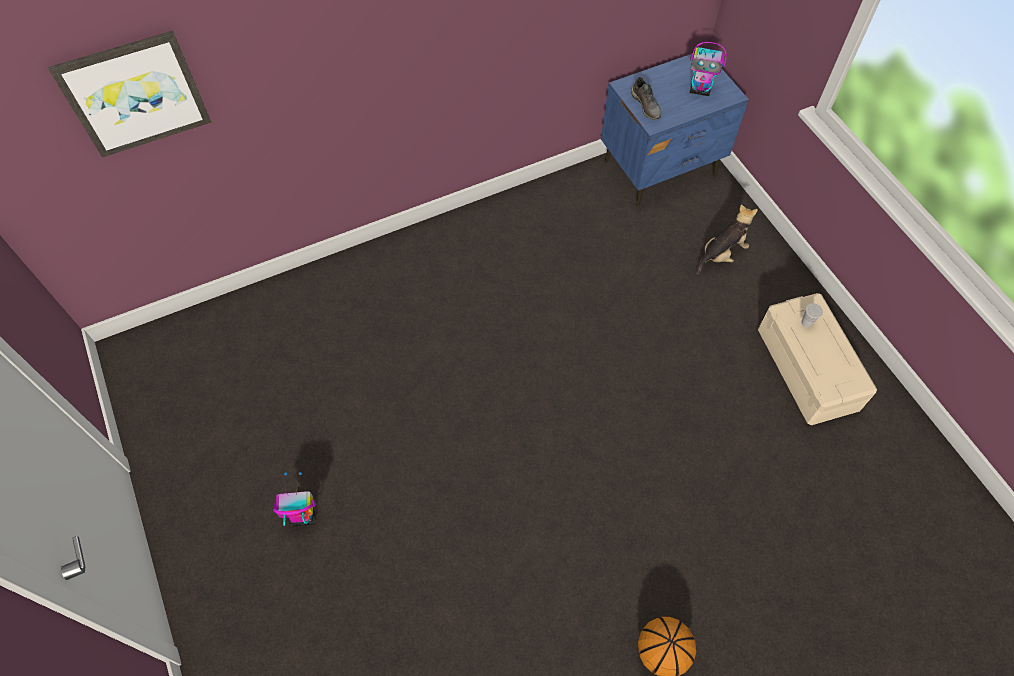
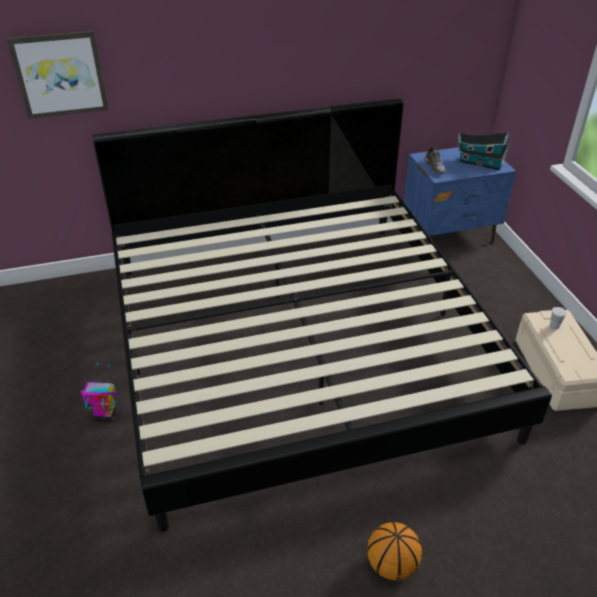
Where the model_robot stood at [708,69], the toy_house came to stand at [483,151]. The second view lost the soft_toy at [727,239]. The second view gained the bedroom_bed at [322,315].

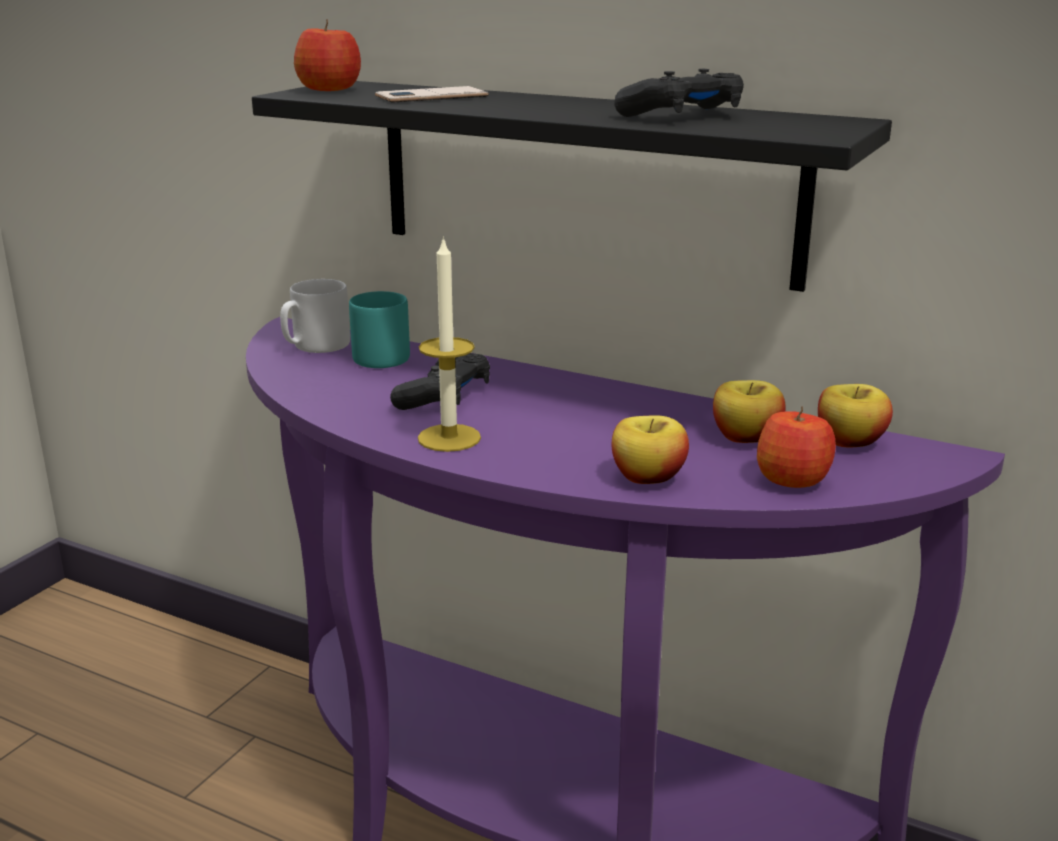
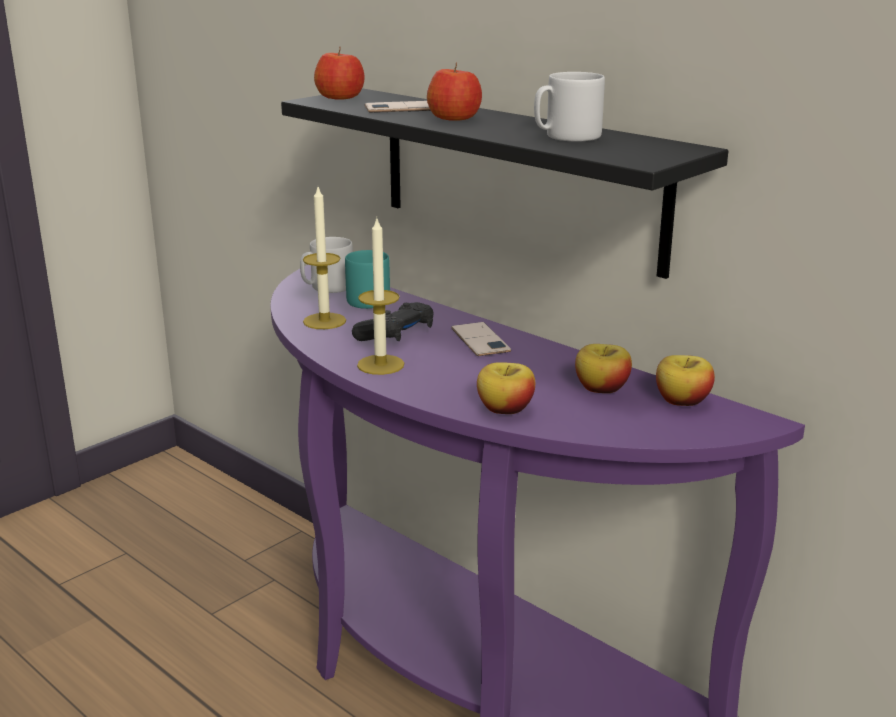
Where the black_joypad stood at [679,93], the gray_tea_mug came to stand at [569,107]. The whole_apple ended up elsewhere, having gone from [796,447] to [454,91]. The second view gained the wax_candle at [324,258]. The second view gained the phone at [481,339].

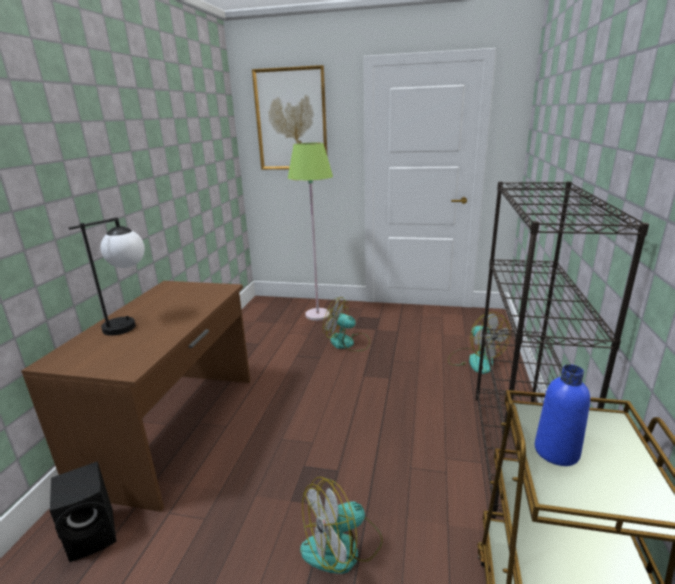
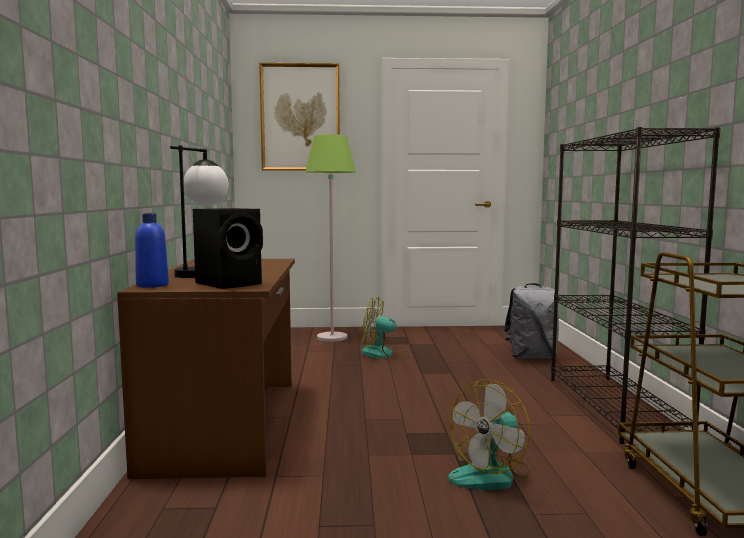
Where the electric_fan stood at [479,343], the gray_rucksack came to stand at [532,321]. The blue_beverage_bottle ended up elsewhere, having gone from [562,415] to [152,250]. The black_speaker ended up elsewhere, having gone from [83,511] to [228,248].

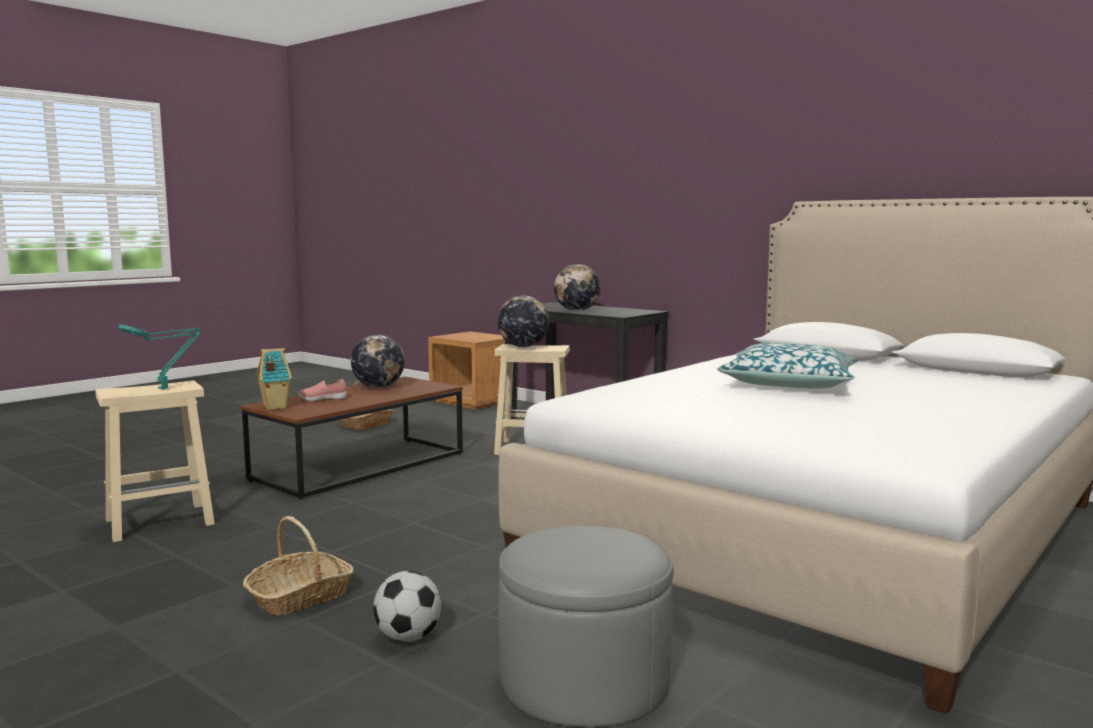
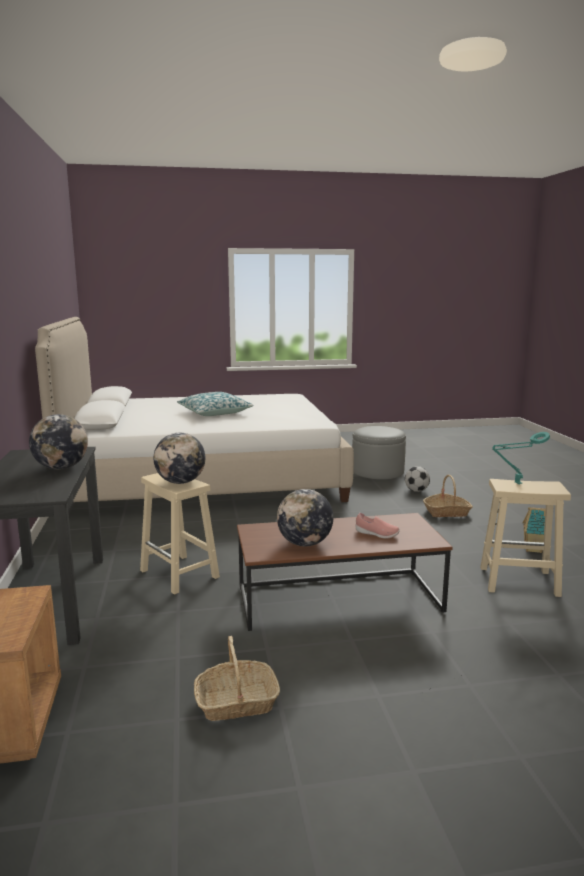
The toy_house ended up elsewhere, having gone from [274,379] to [534,530].

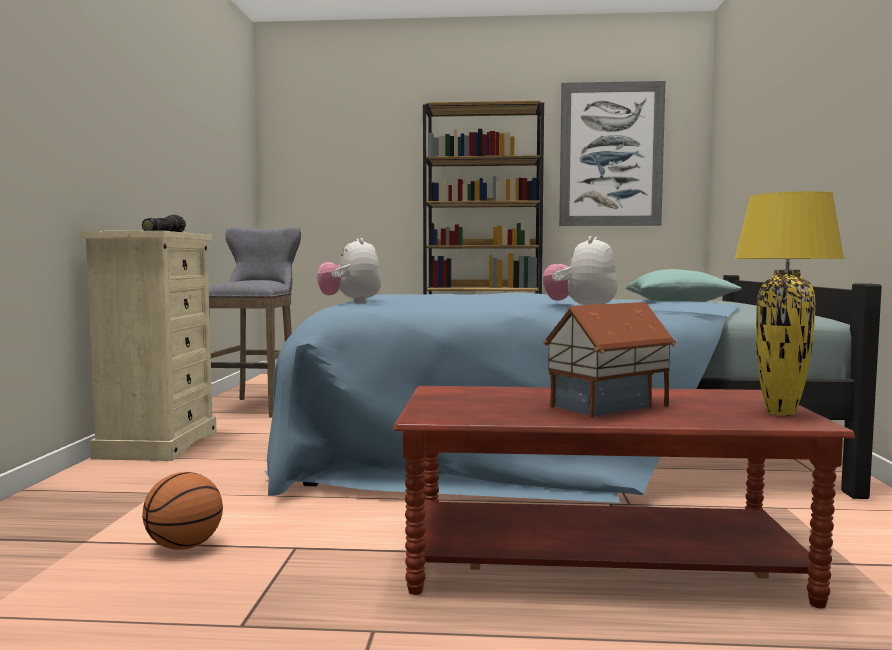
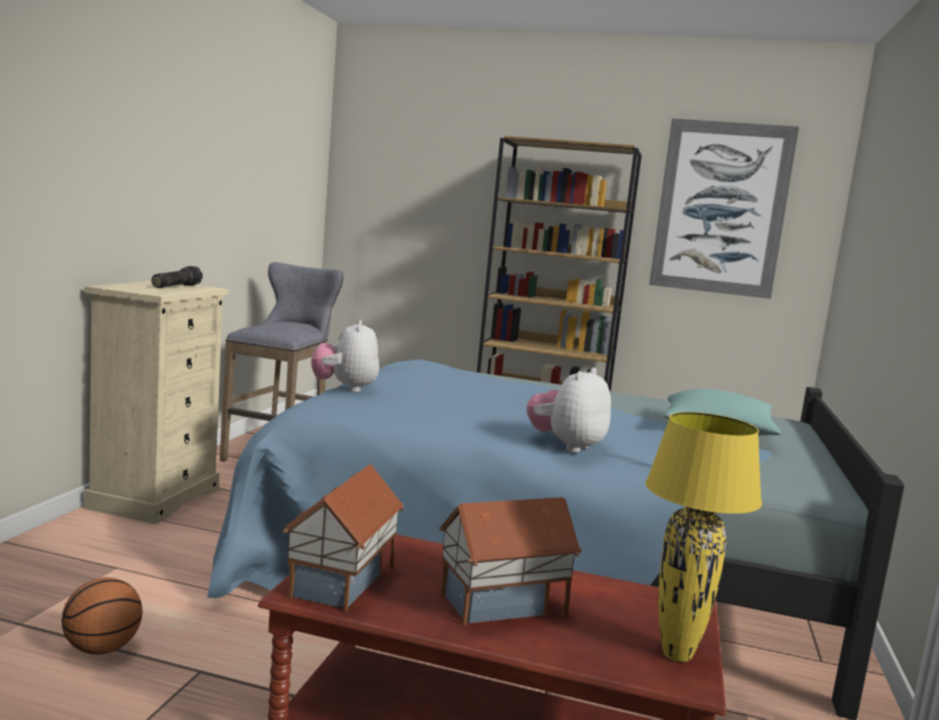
The second view gained the toy_house at [343,538].

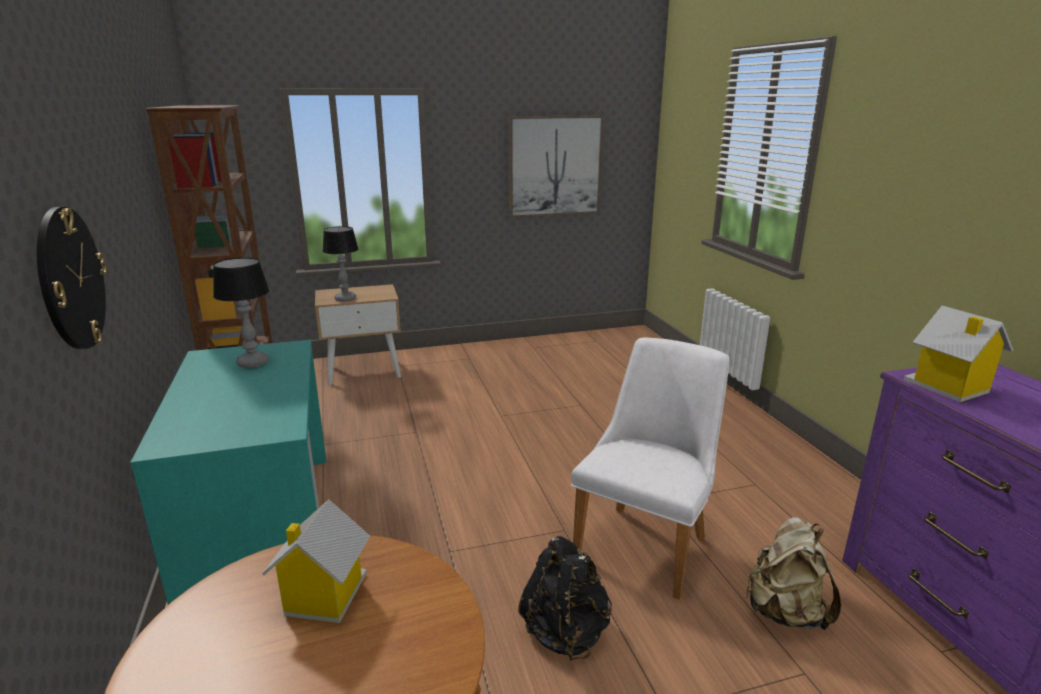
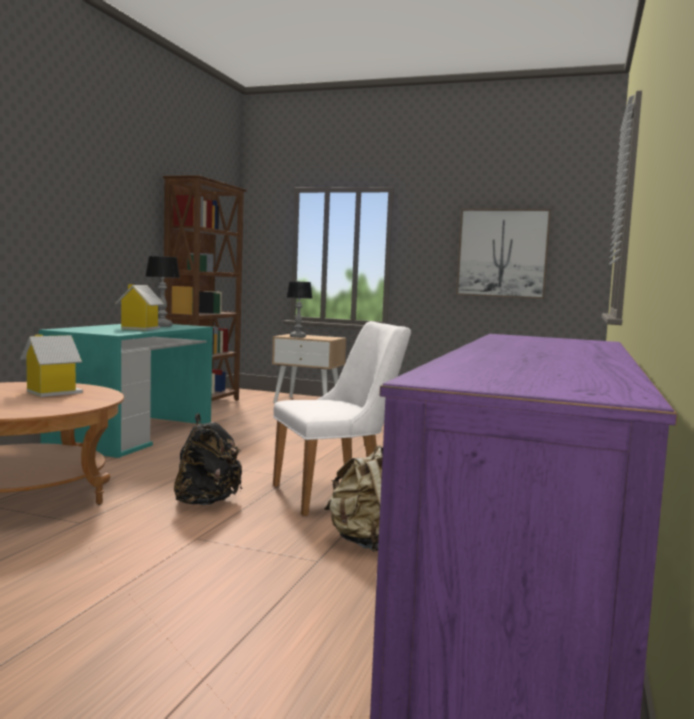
The second view lost the wall_clock at [72,278]. The toy_house ended up elsewhere, having gone from [958,354] to [139,307].

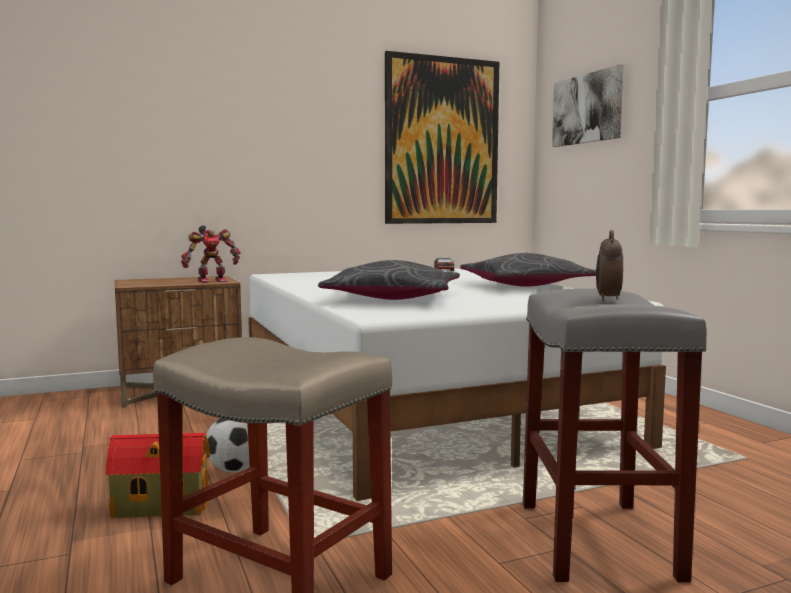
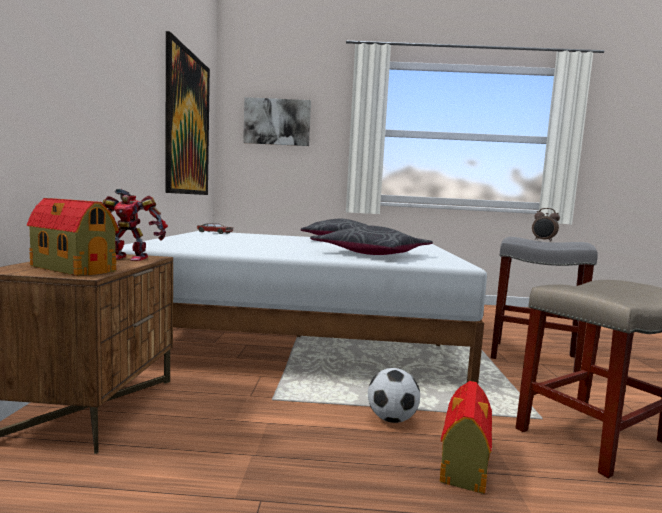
The model_robot at [211,254] ended up facing another way, 90 degrees clockwise from before. The second view gained the toy_house at [73,237].

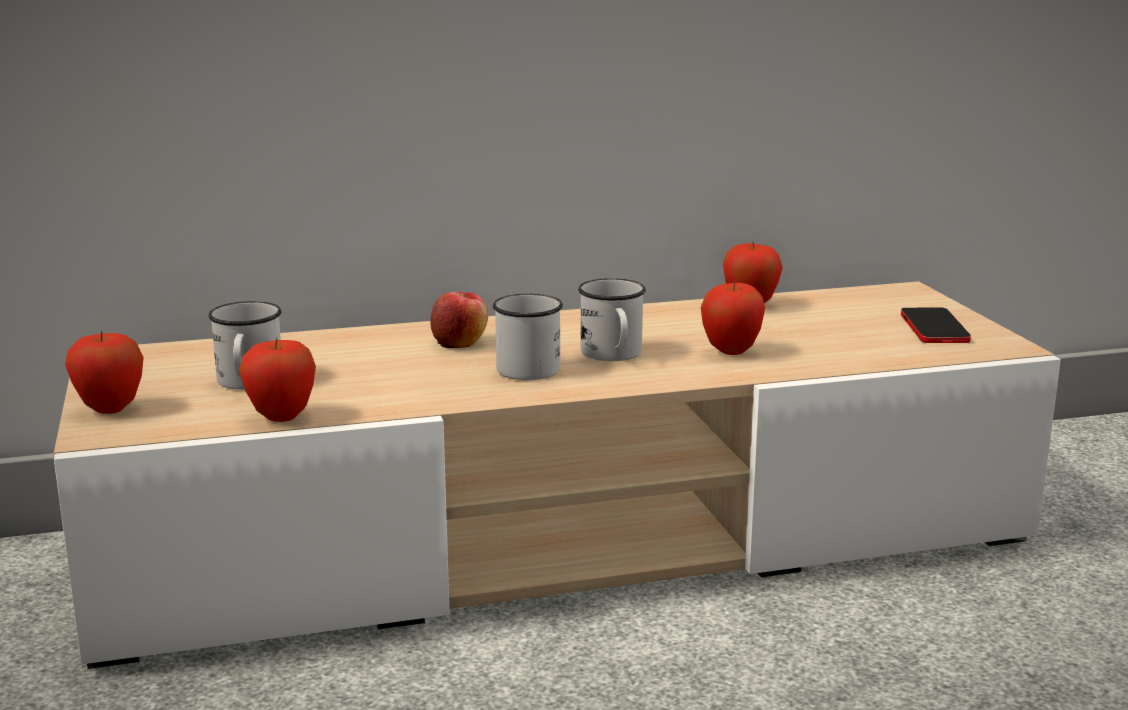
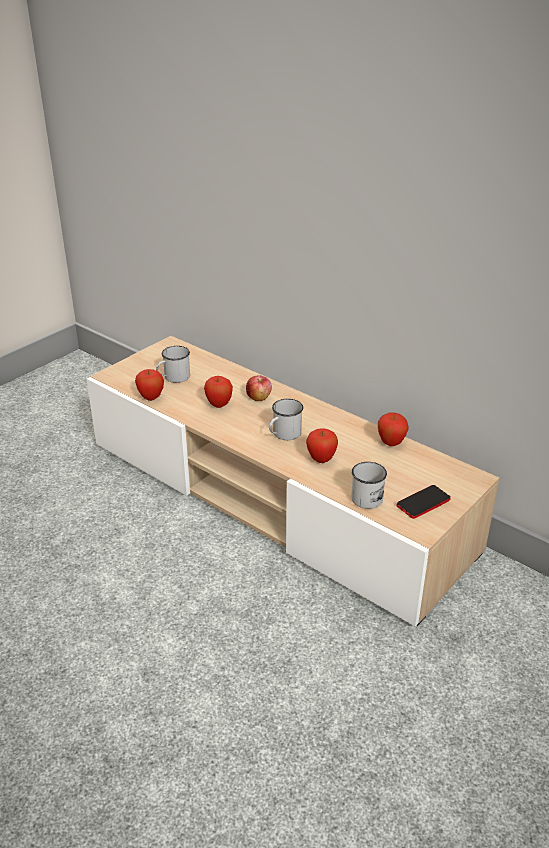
The white-coloured_tea_mug ended up elsewhere, having gone from [528,337] to [369,485]. The whole_apple ended up elsewhere, having gone from [104,372] to [218,392].

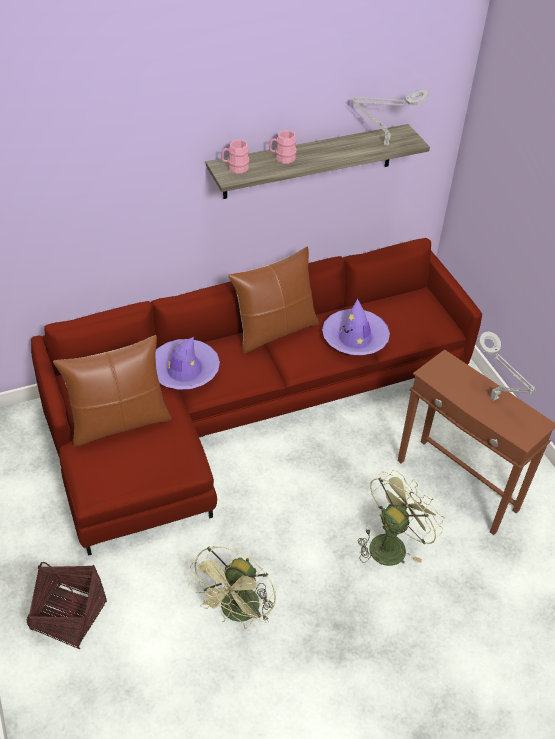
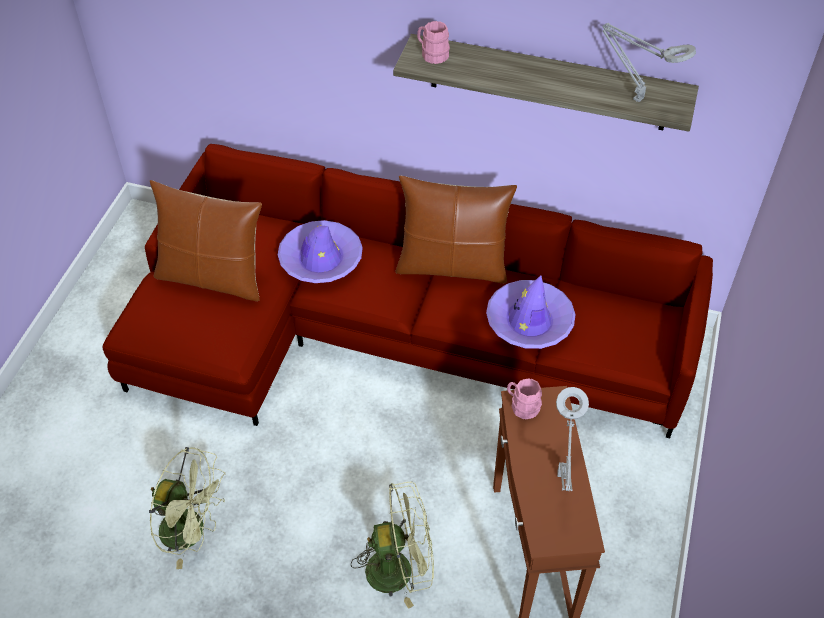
The pink-coloured_tea_mug ended up elsewhere, having gone from [283,147] to [524,399]. The greenish_electric_fan at [232,587] ended up facing another way, 135 degrees counterclockwise from before. The second view lost the household_basket at [67,605].

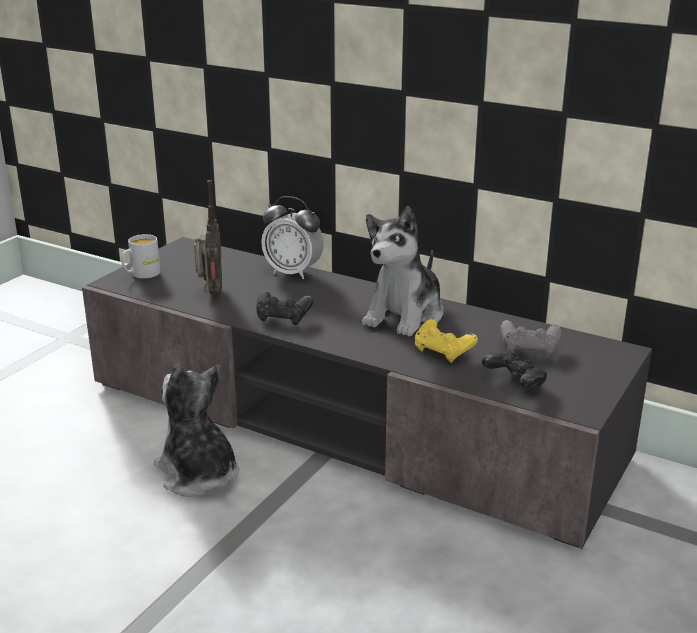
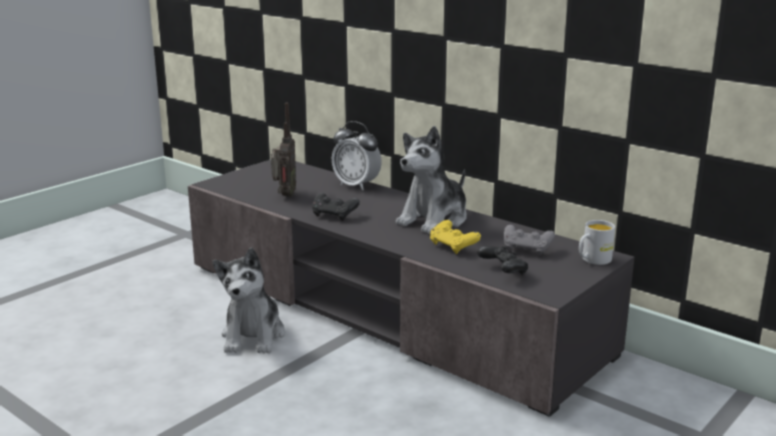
The white-coloured_tea_mug ended up elsewhere, having gone from [140,256] to [597,242]. The soft_toy at [196,430] ended up facing another way, 150 degrees counterclockwise from before.

